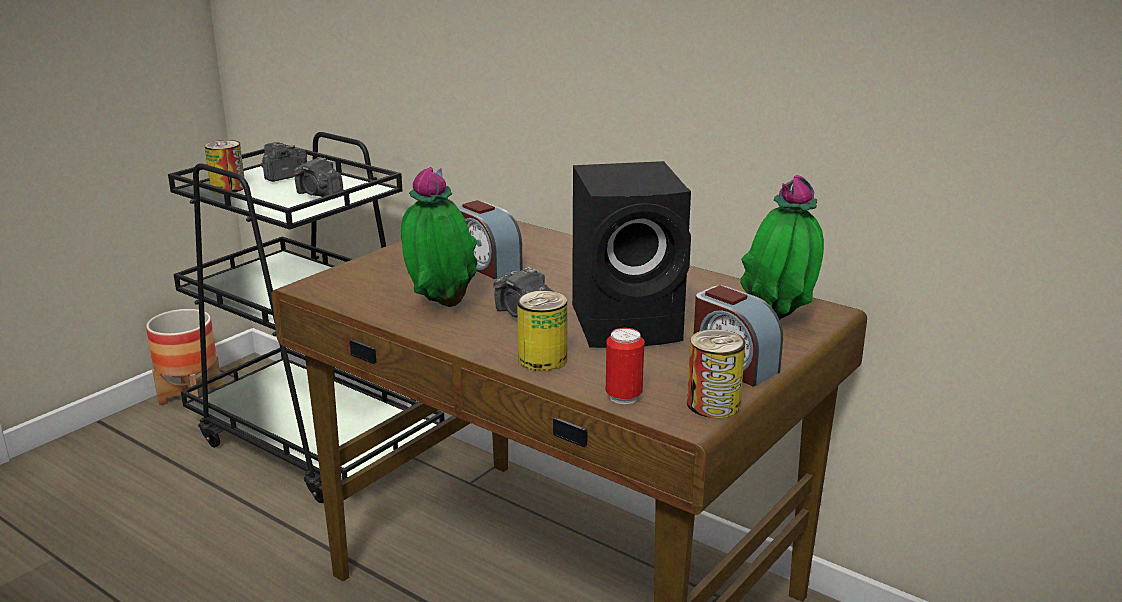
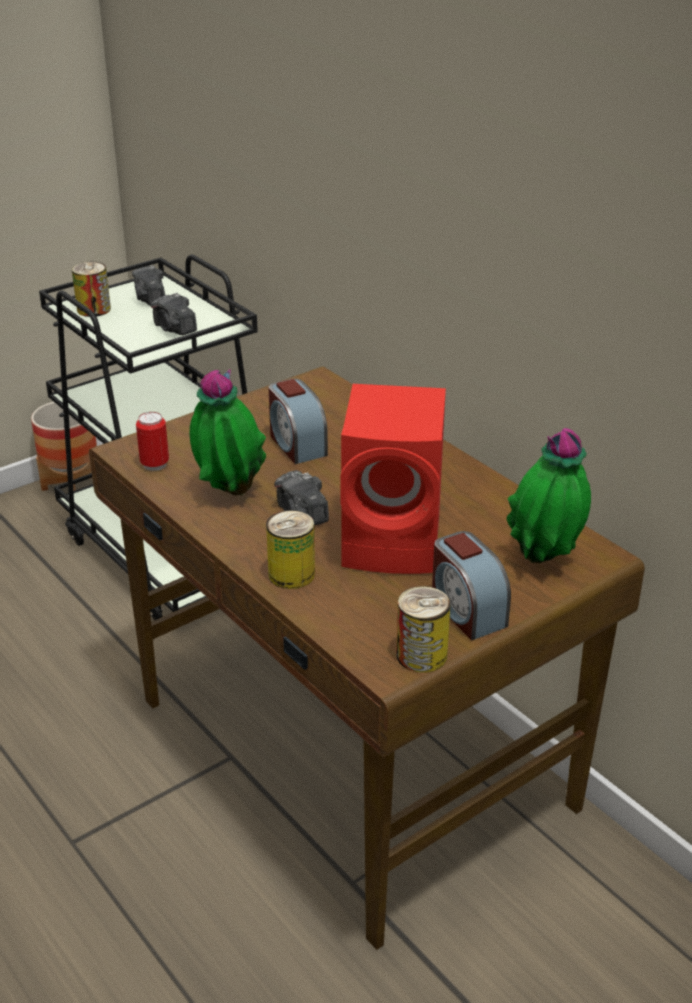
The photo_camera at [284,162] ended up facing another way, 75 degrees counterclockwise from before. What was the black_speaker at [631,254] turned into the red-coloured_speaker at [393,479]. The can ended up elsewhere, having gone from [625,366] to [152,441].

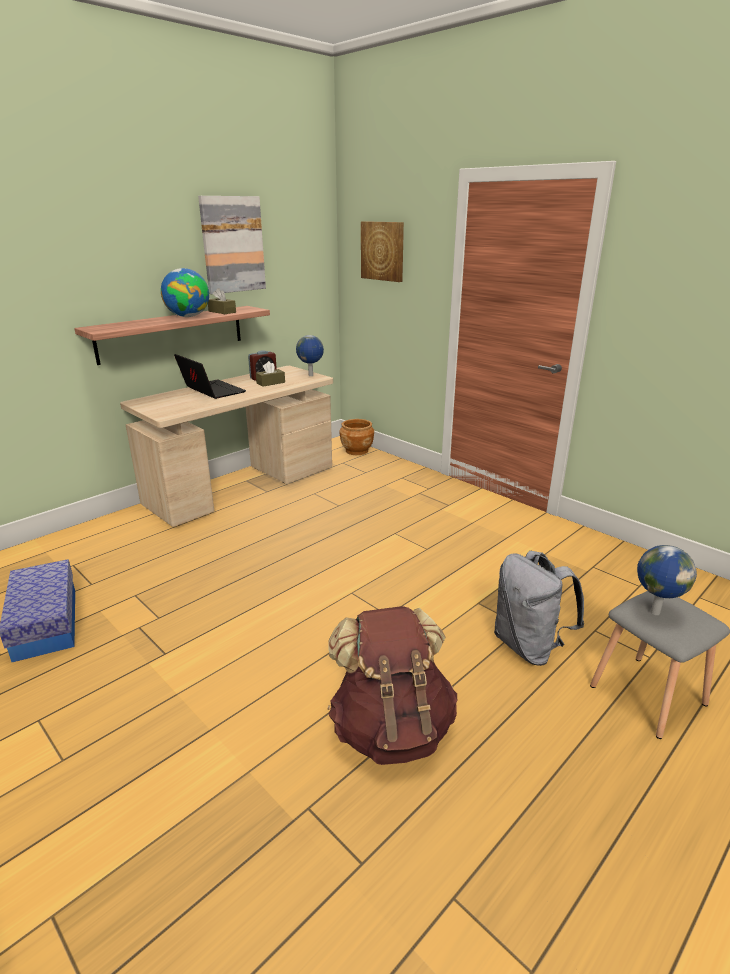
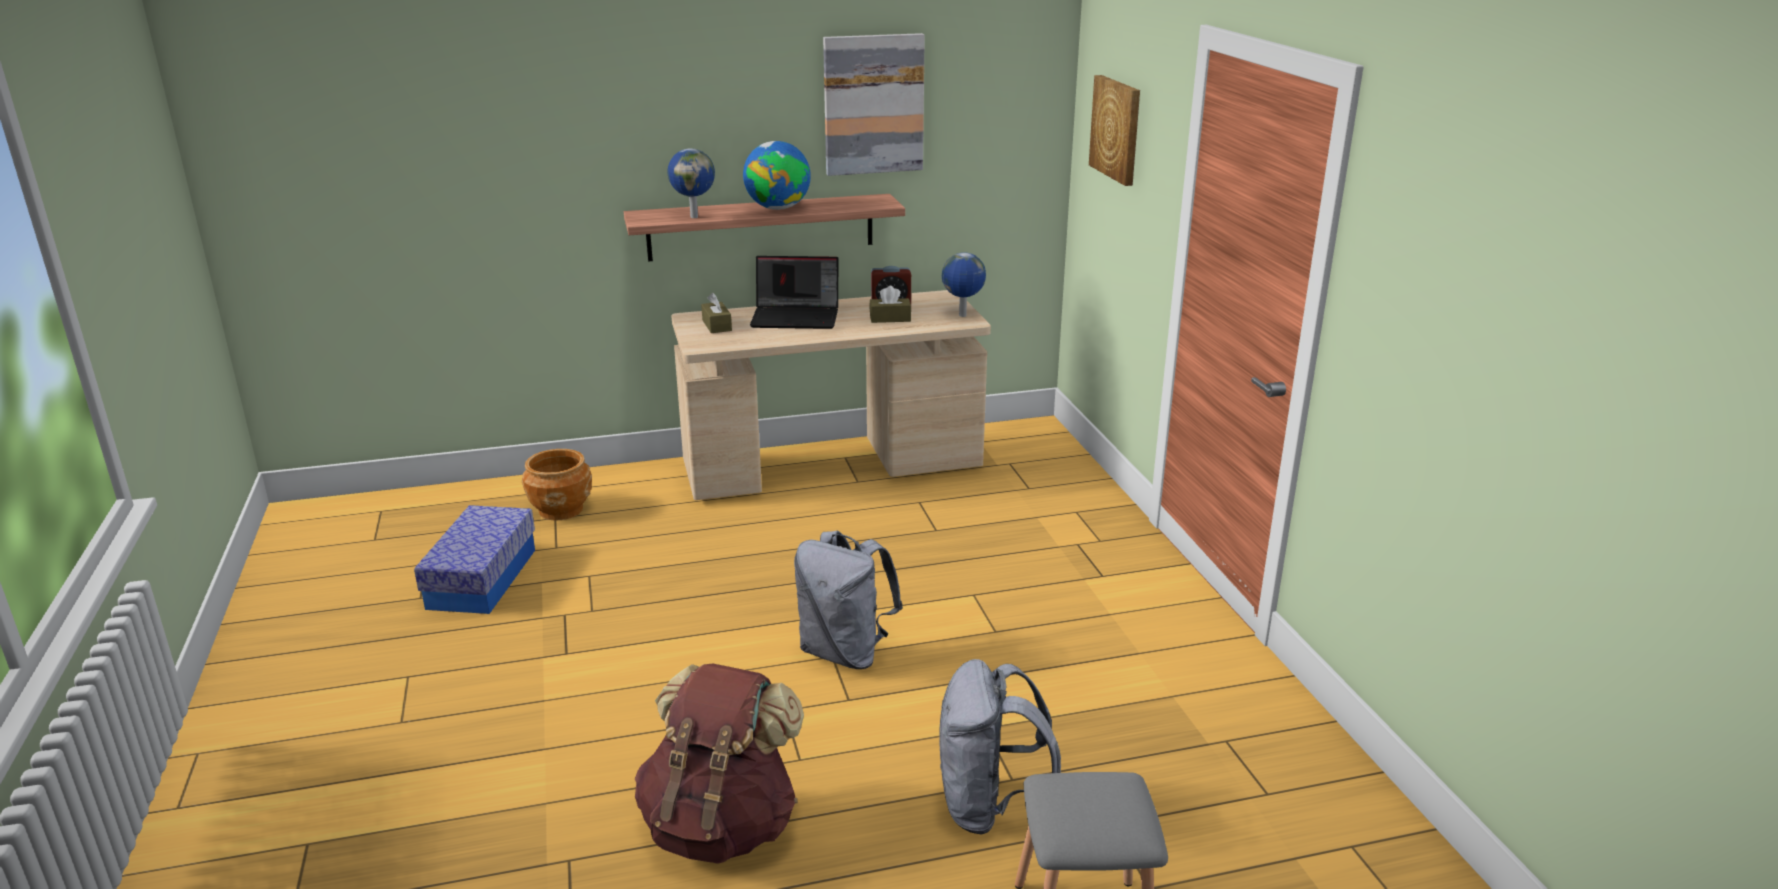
The brown_tissue_holder ended up elsewhere, having gone from [222,301] to [716,313]. The portable_computer at [210,376] ended up facing another way, 105 degrees clockwise from before. The brown_plant_pot ended up elsewhere, having gone from [356,437] to [557,484]. The globe ended up elsewhere, having gone from [667,580] to [691,183]. The second view gained the gray_rucksack at [848,600].

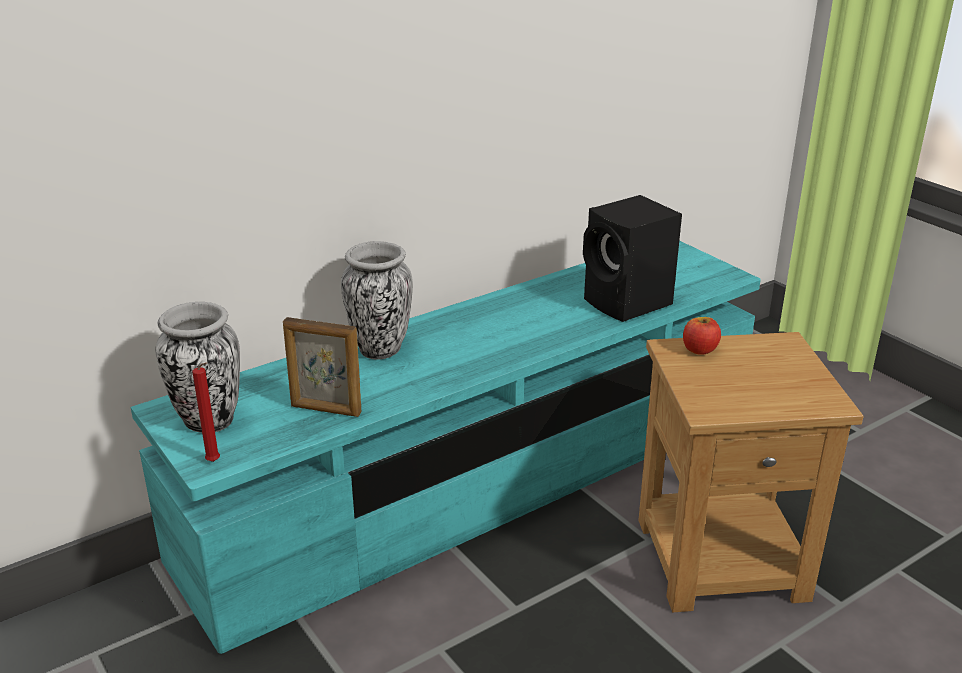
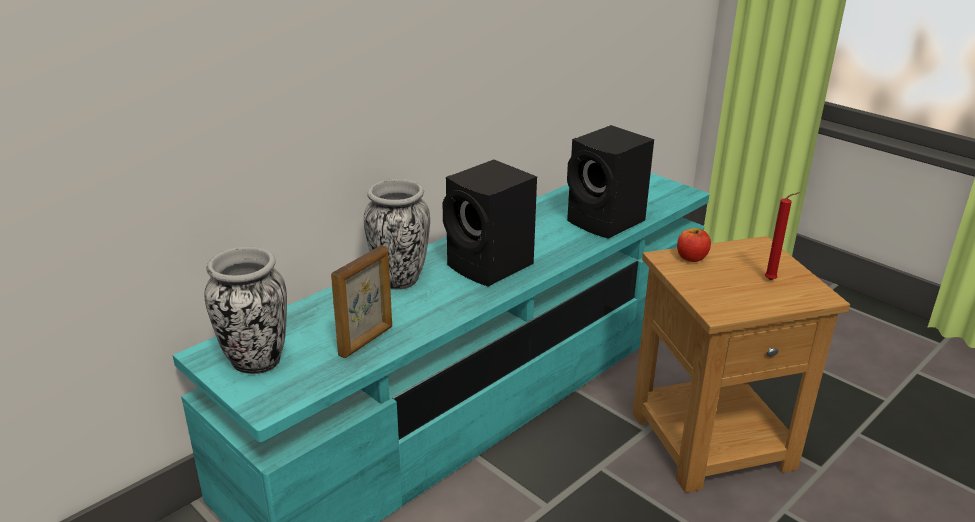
The photo_frame at [322,367] ended up facing another way, 60 degrees counterclockwise from before. The red-coloured_wax_candle ended up elsewhere, having gone from [206,412] to [782,236]. The second view gained the black_speaker at [490,223].

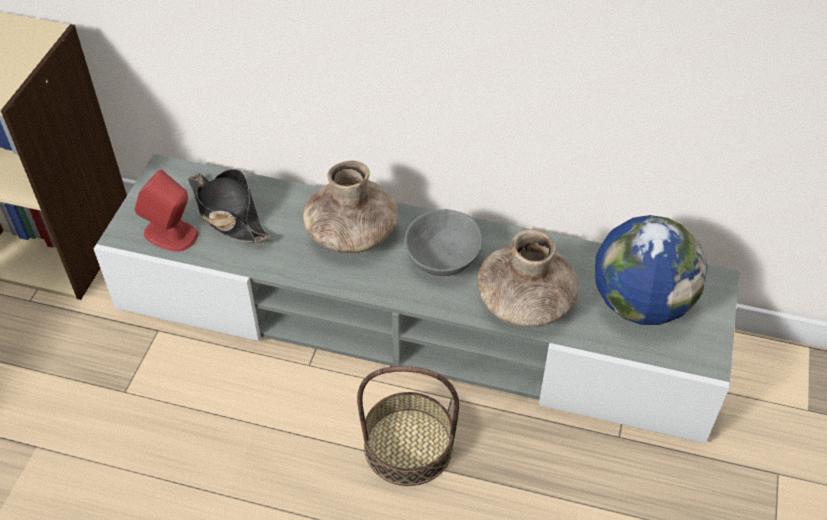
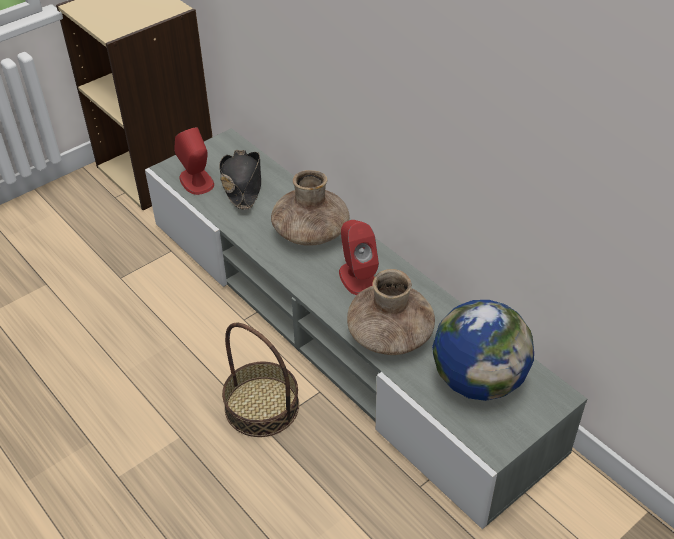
Where the gray_deep_dish stood at [443,242], the red-coloured_speaker came to stand at [359,257].

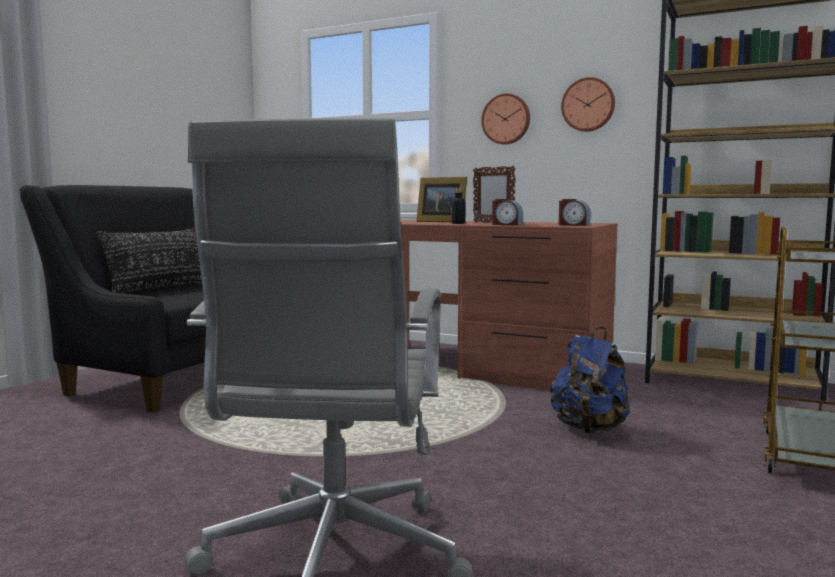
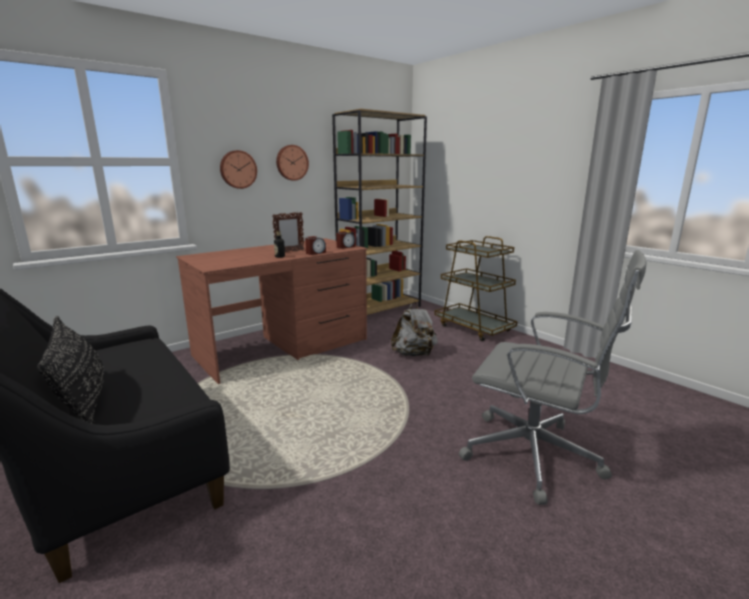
The second view lost the photo_frame at [441,199]. What was the blue_rucksack at [590,380] turned into the gray_rucksack at [414,329].

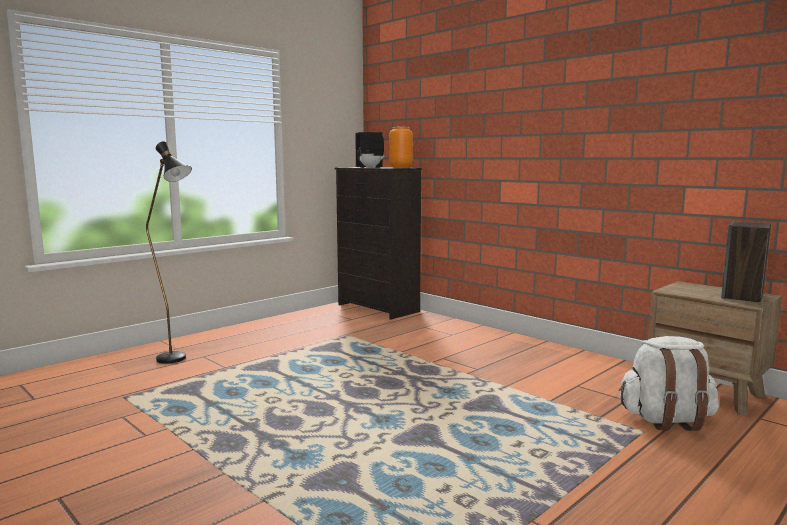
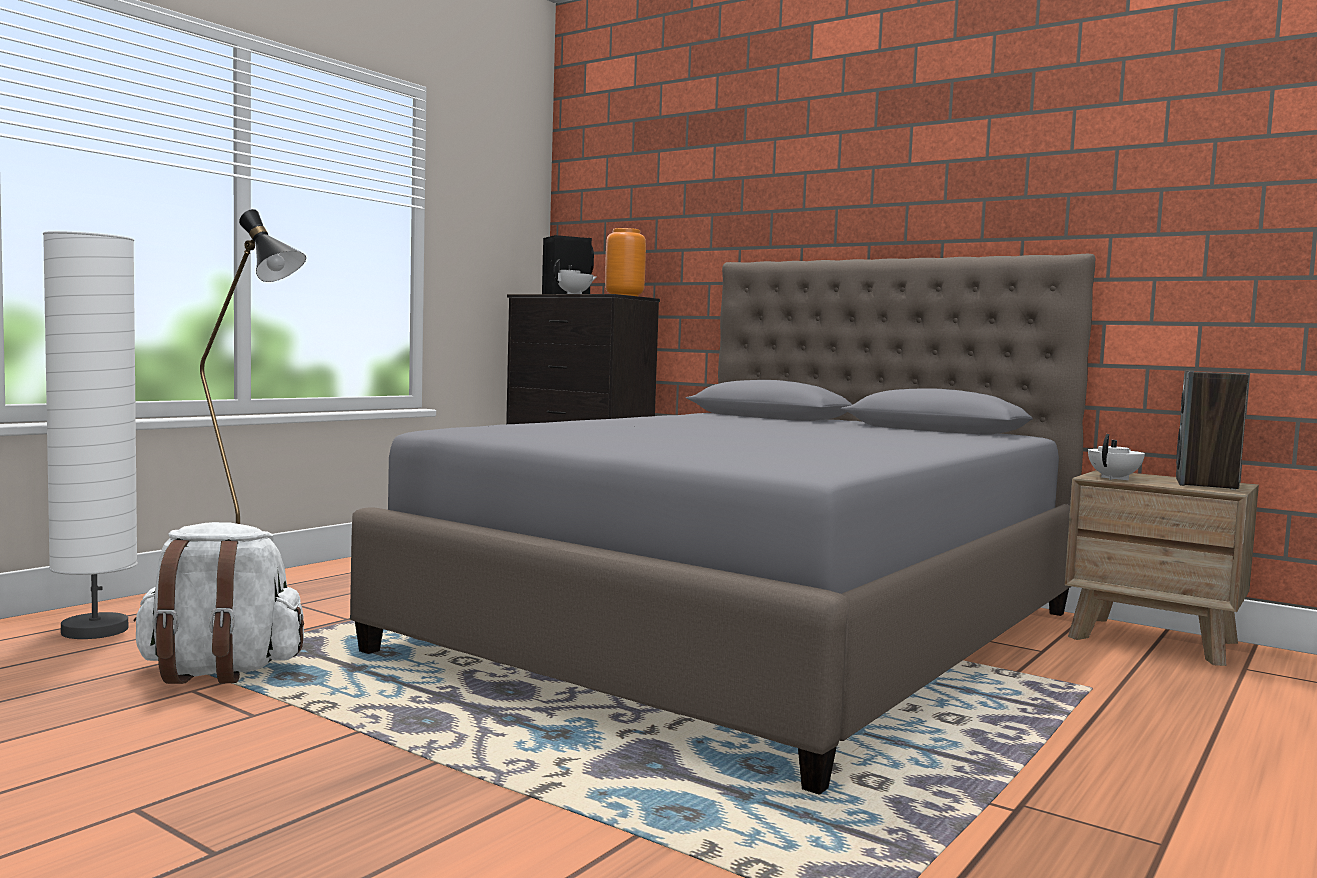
The white-coloured_rucksack ended up elsewhere, having gone from [669,383] to [218,603]. The second view gained the white-coloured_standard_lamp at [90,435]. The second view gained the gray_bedroom_bed at [722,524]. The second view gained the white-coloured_tea_pot at [1116,457].

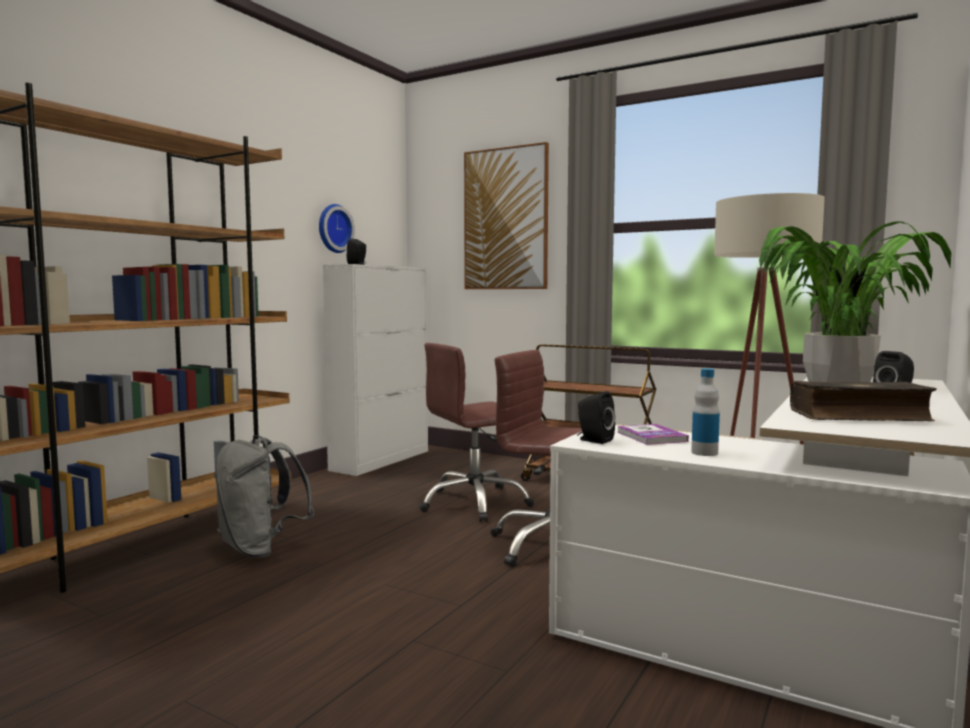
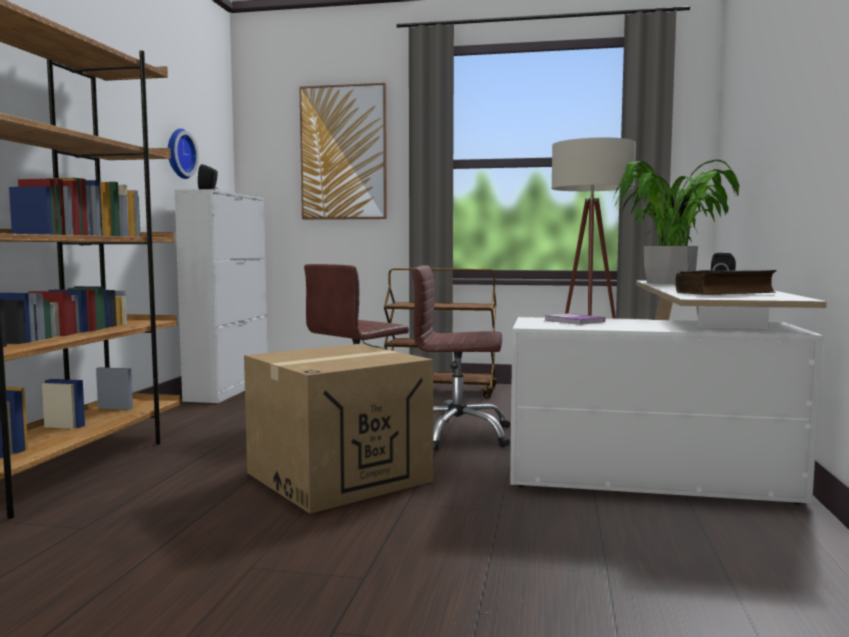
The second view lost the beverage_bottle at [705,412]. The second view lost the black_speaker at [596,417]. The second view lost the gray_rucksack at [264,496]. The second view gained the carton at [338,429].

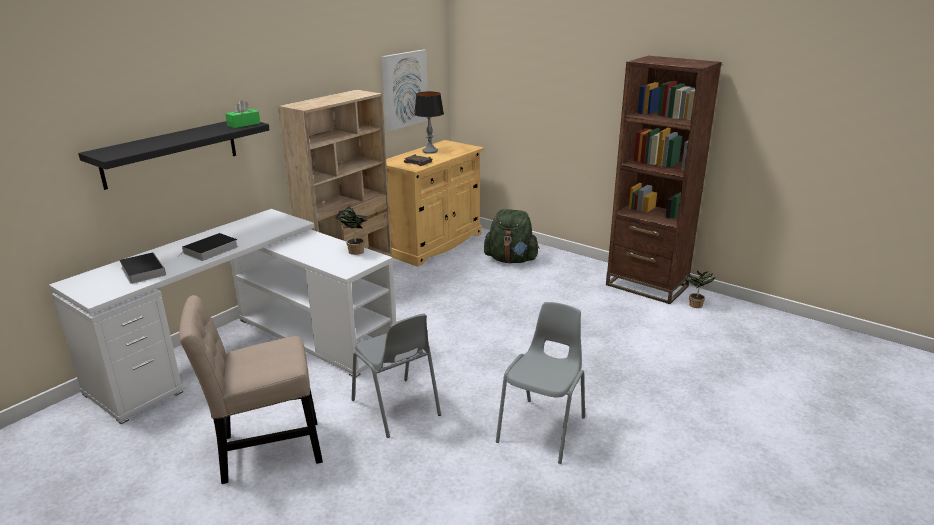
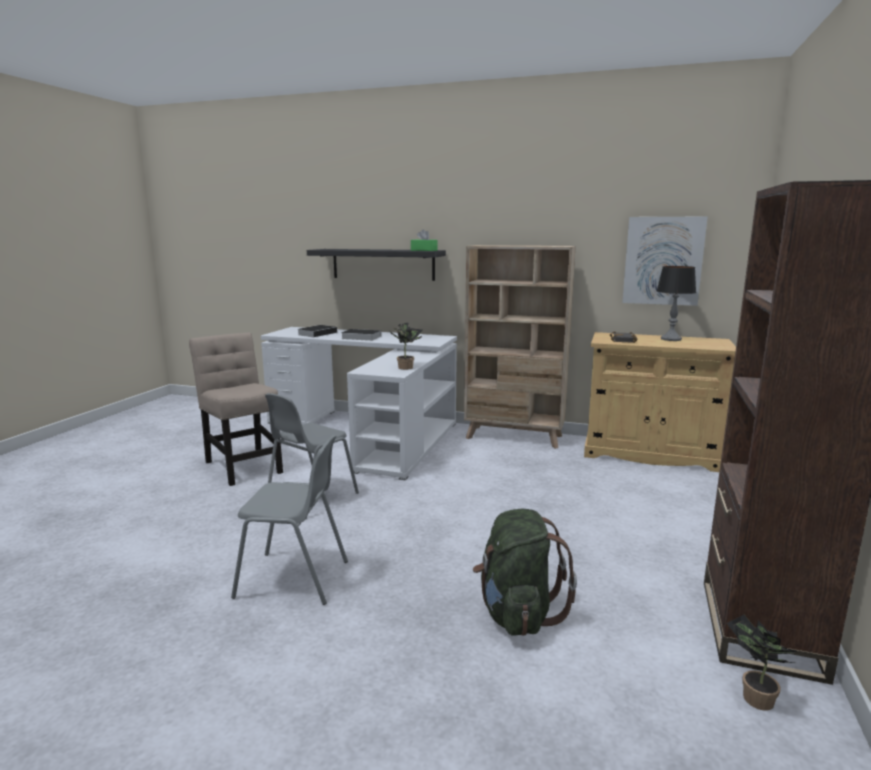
The greenish_rucksack ended up elsewhere, having gone from [512,236] to [525,572].

